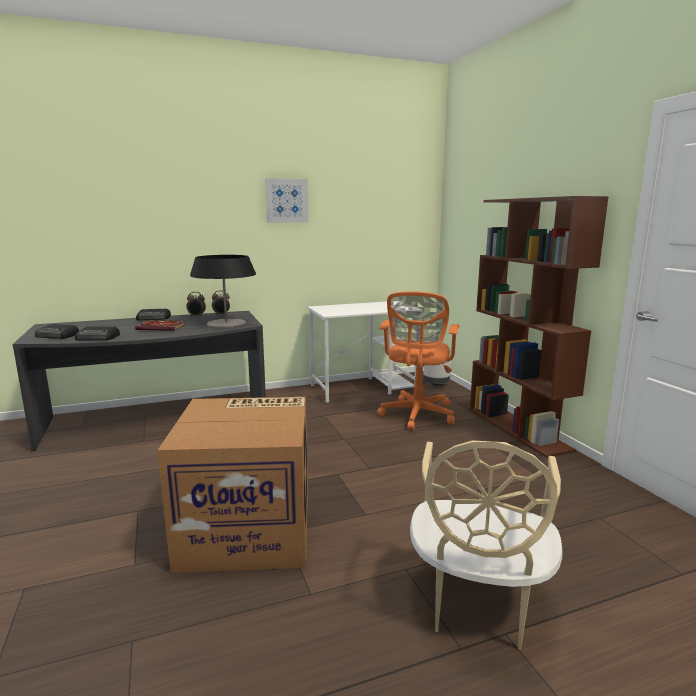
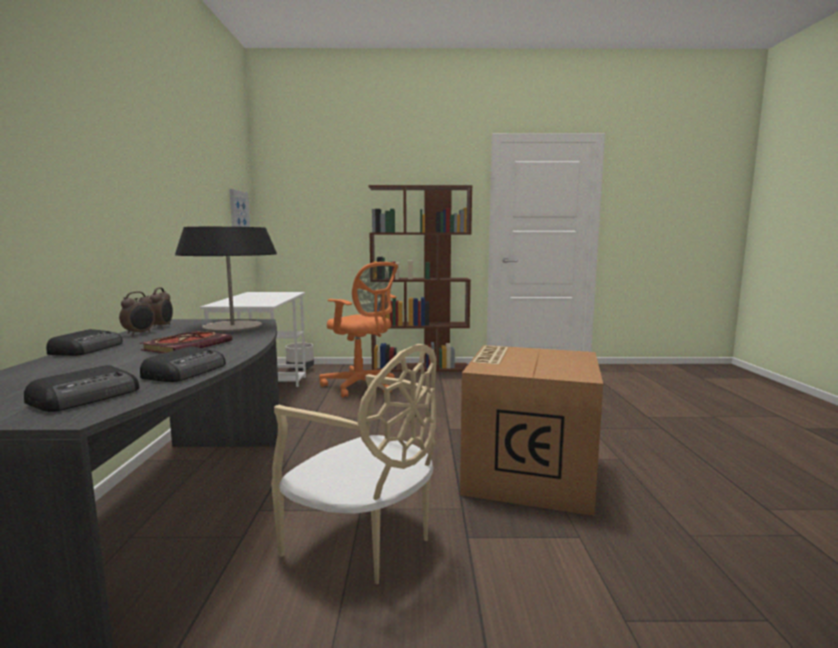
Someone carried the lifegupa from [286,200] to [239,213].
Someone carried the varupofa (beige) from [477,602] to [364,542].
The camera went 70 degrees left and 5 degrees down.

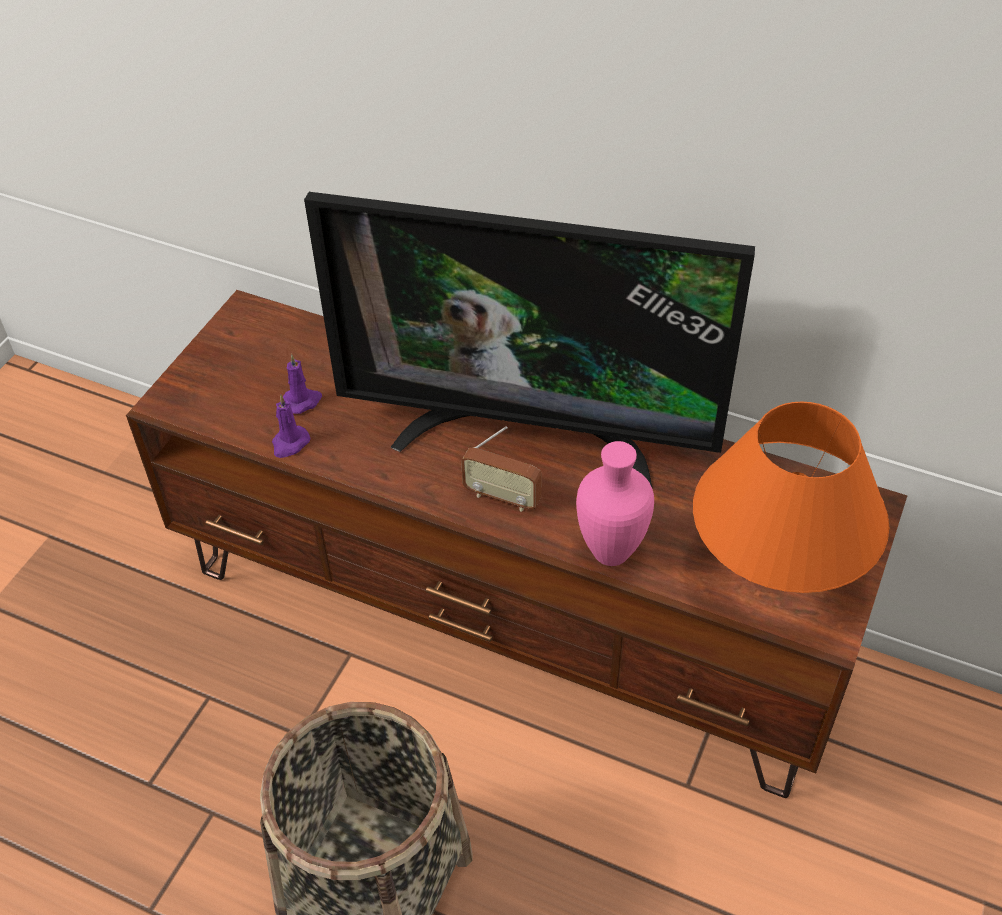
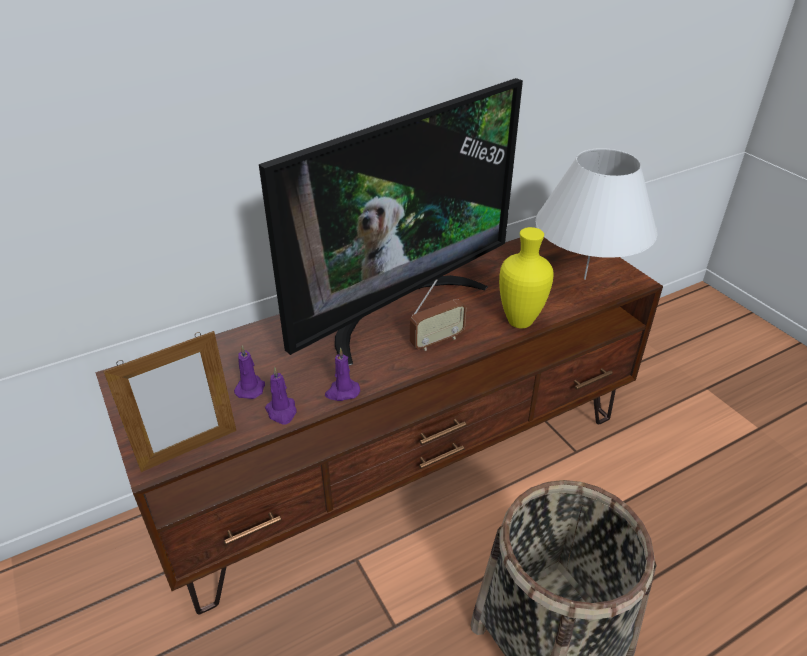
Someone repainted the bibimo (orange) at [774,576], which became the bibimo (white) at [584,279].
Someone repainted the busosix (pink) at [608,553], which became the busosix (yellow) at [519,323].
Someone put down the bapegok at [189,450].
Someone put down the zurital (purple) at [342,392].
The camera went 55 degrees left and 10 degrees down.

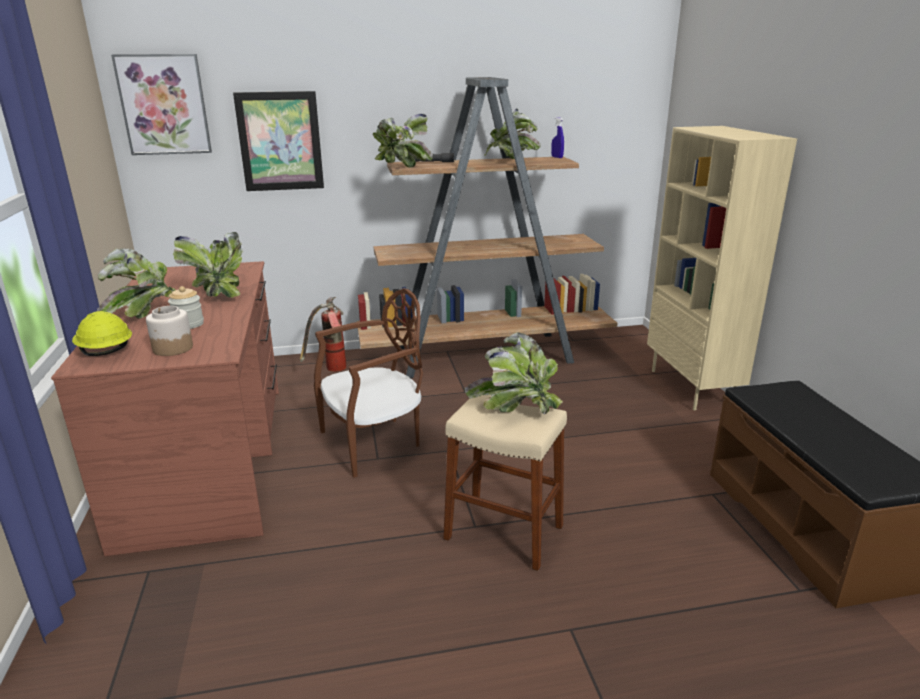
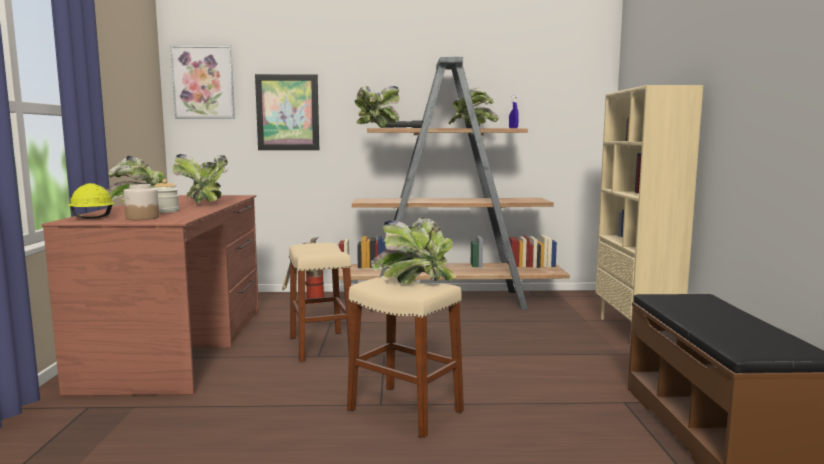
Someone swapped the varupofa (brown) at [374,442] for the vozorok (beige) at [321,346].
The camera went 10 degrees right and 15 degrees down.

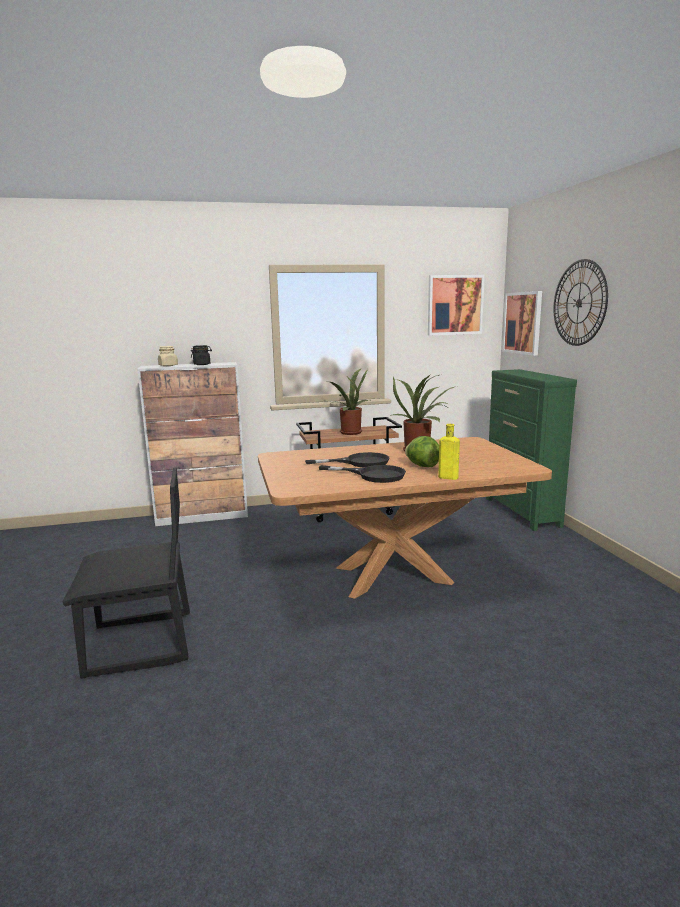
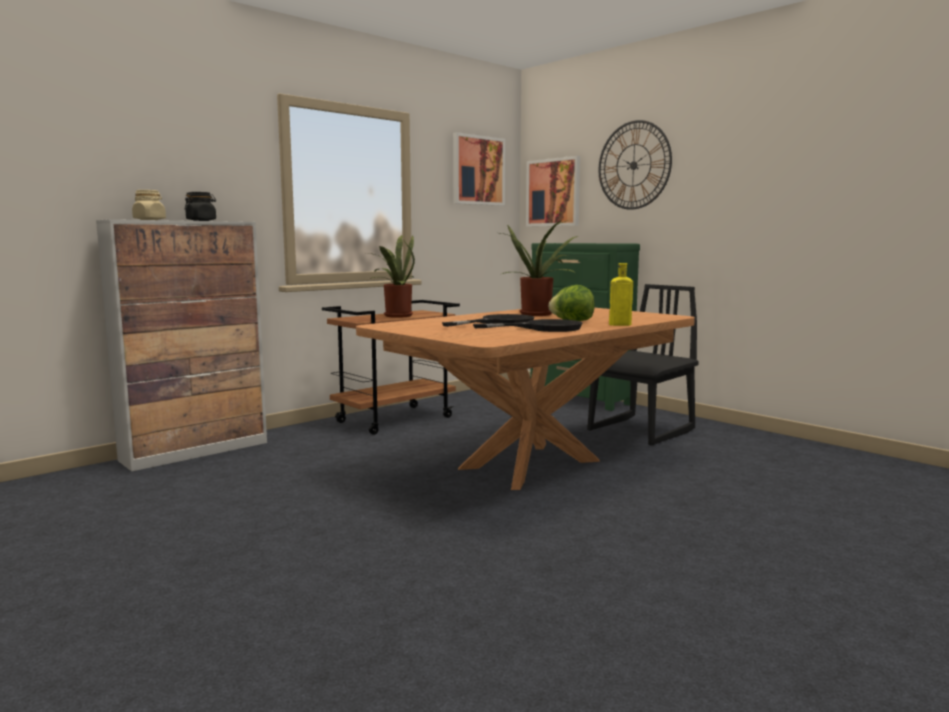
Someone carried the varupofa (black) from [140,645] to [642,431].
The camera went 30 degrees left and 5 degrees down.

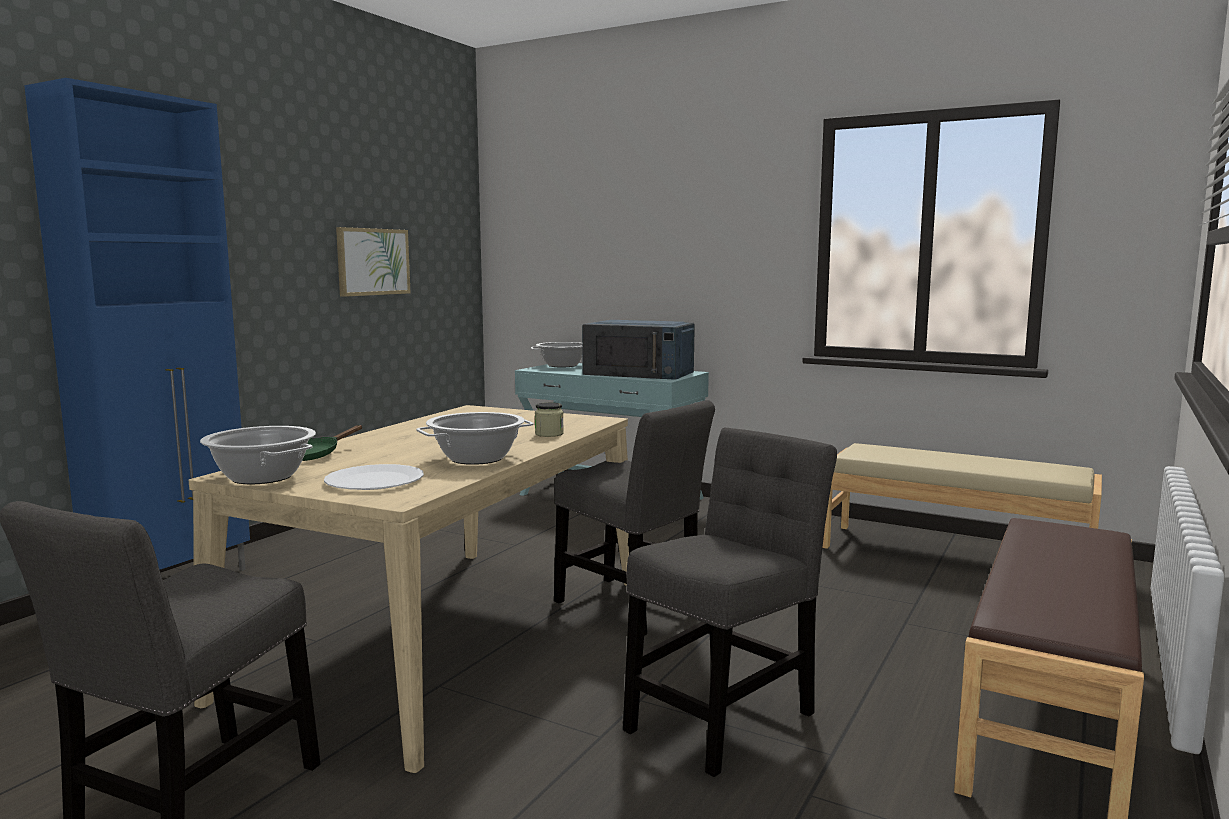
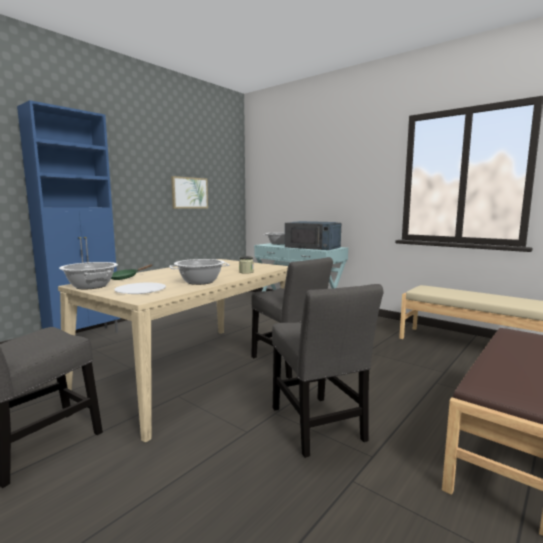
Someone rotated the varupofa (grey) at [725,716] by 105 degrees clockwise.
The camera went 10 degrees right and 0 degrees up.

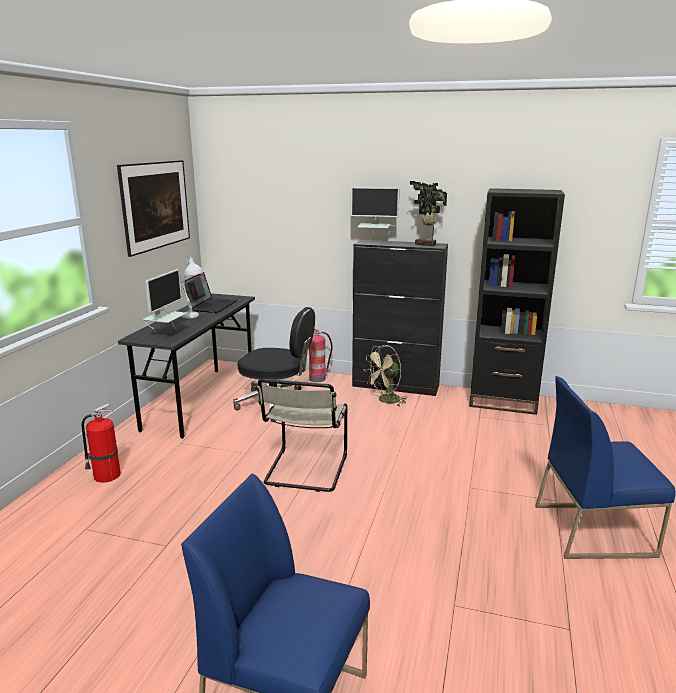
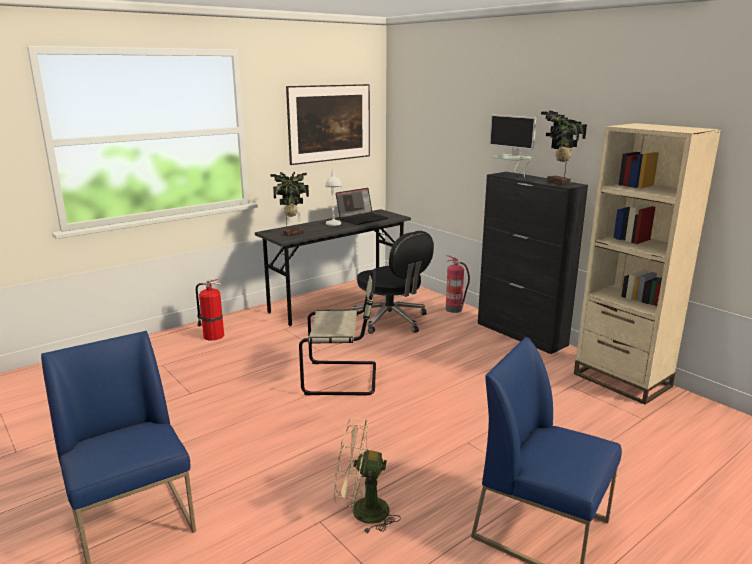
Someone repainted the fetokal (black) at [503,401], which became the fetokal (beige) at [622,380].
Someone swapped the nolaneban at [166,334] for the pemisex at [292,234].
Someone carried the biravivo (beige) from [385,401] to [361,512].
Someone rotated the varupofa (beige) at [305,471] by 135 degrees counterclockwise.
The camera went 35 degrees right and 0 degrees up.

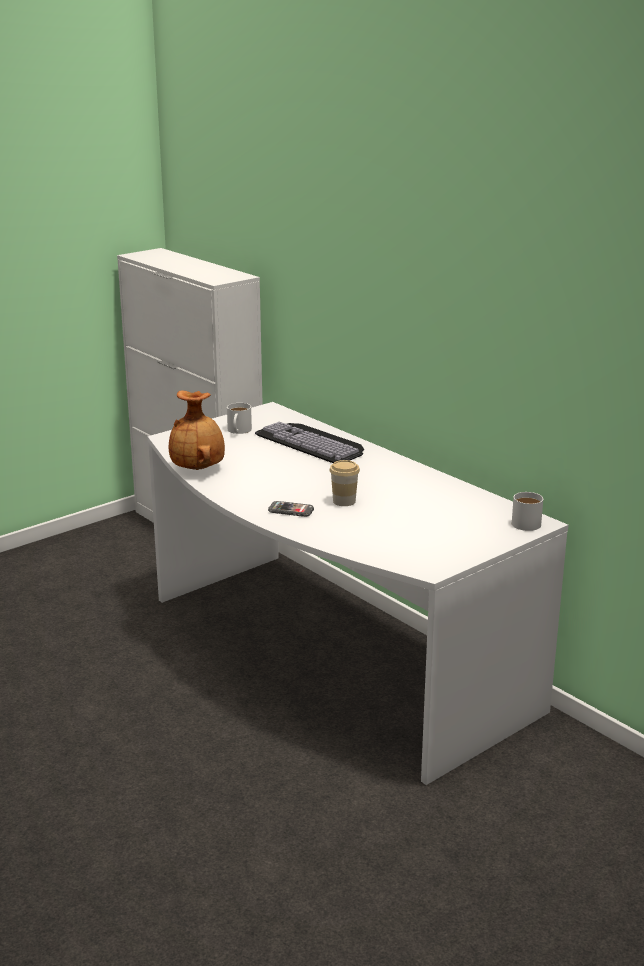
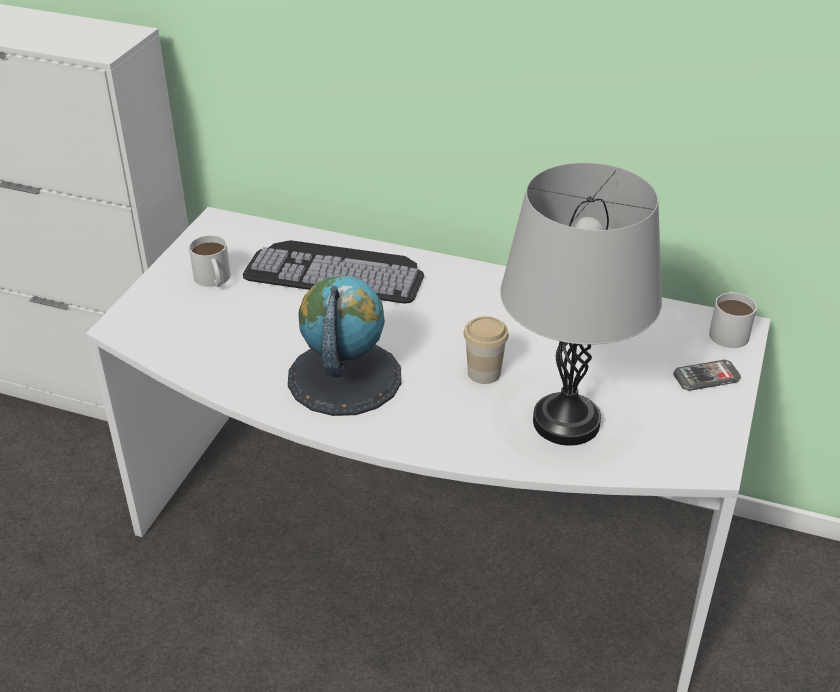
Someone took away the busosix (brown) at [198,469].
Someone carried the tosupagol from [291,510] to [706,377].
Someone put down the bibimo (grey) at [566,422].
Someone put down the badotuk at [344,377].
The camera went 30 degrees left and 15 degrees up.

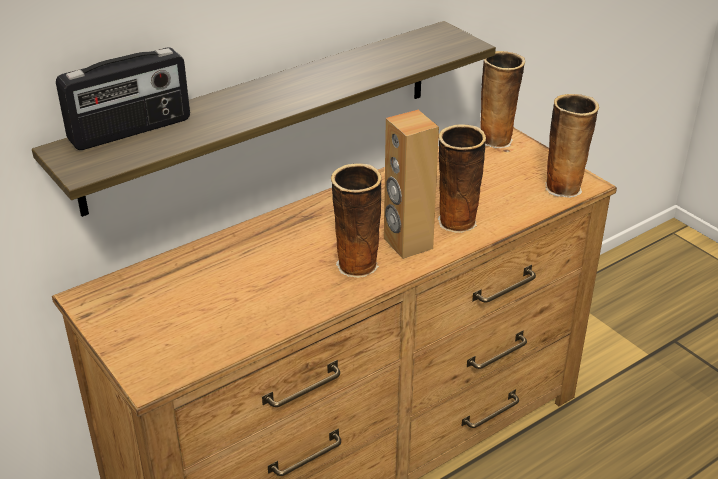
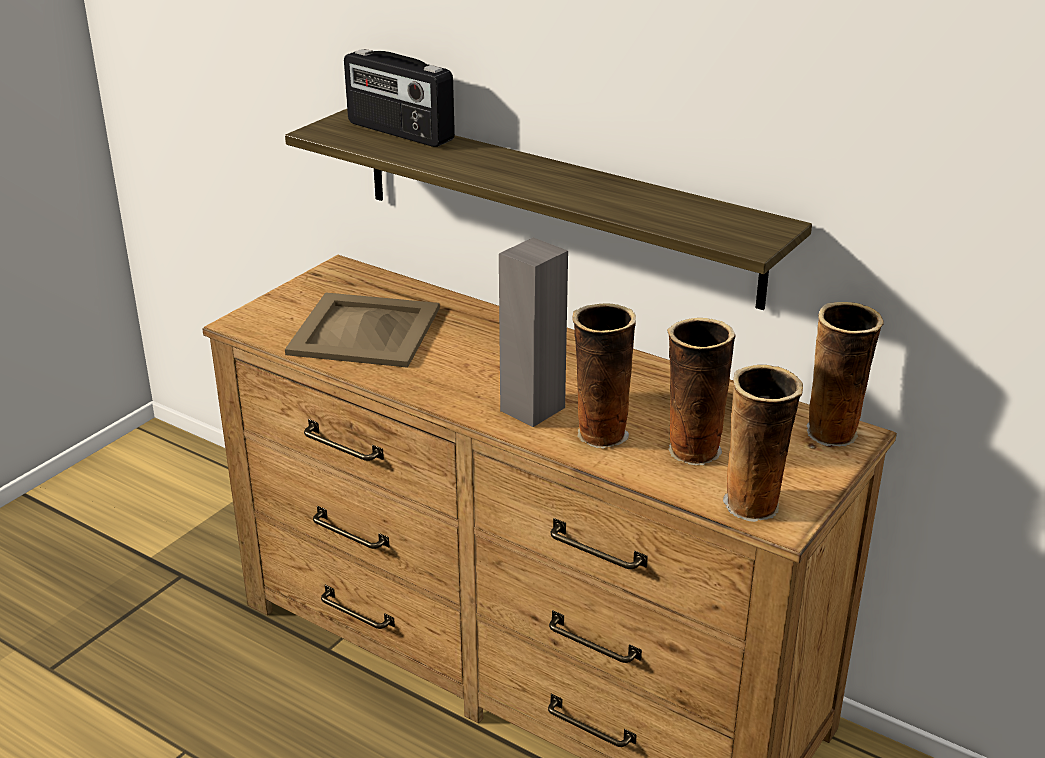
Someone repainted the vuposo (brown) at [407,244], which became the vuposo (grey) at [532,409].
Someone carried the busosix from [356,266] to [691,450].
Someone put down the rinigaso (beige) at [365,331].
The camera went 70 degrees right and 5 degrees down.

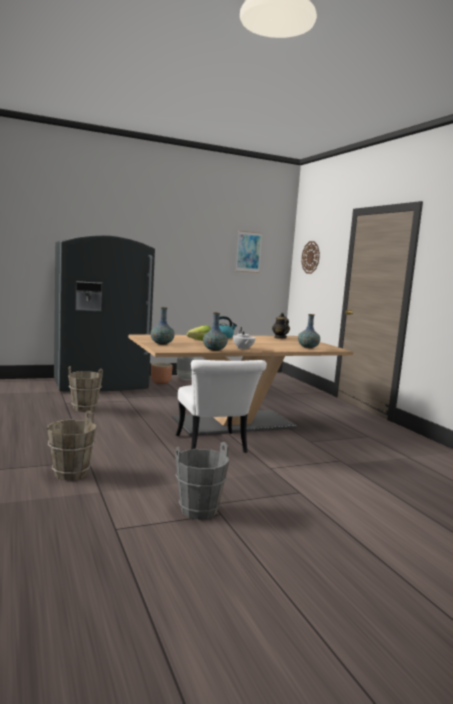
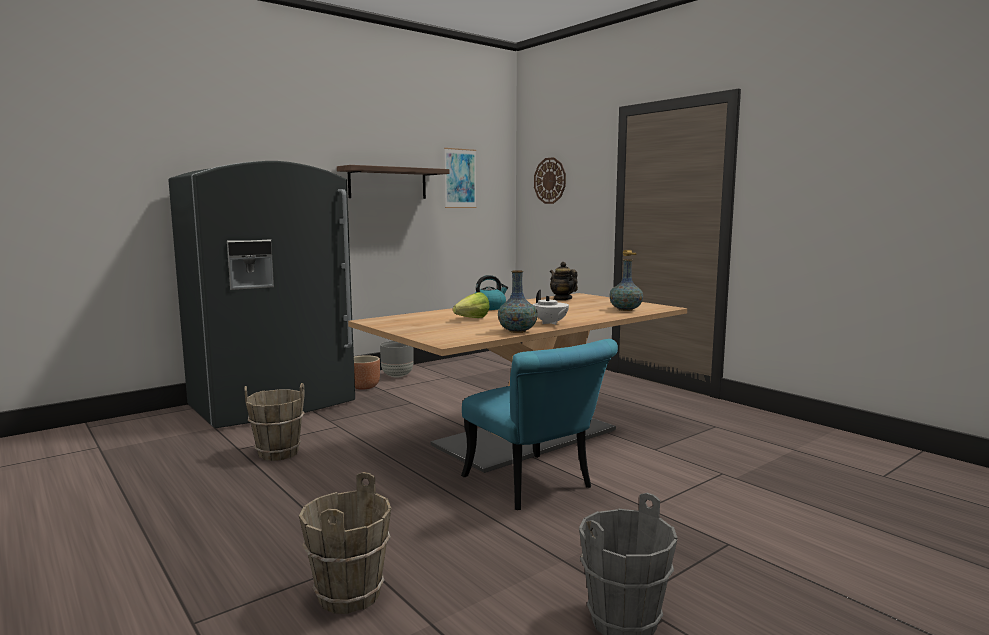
Someone took away the busosix at [162,344].
Someone repainted the varupofa (white) at [214,447], which became the varupofa (turquoise) at [535,486].
Someone put up the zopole at [388,183].
The camera went 15 degrees left and 0 degrees up.

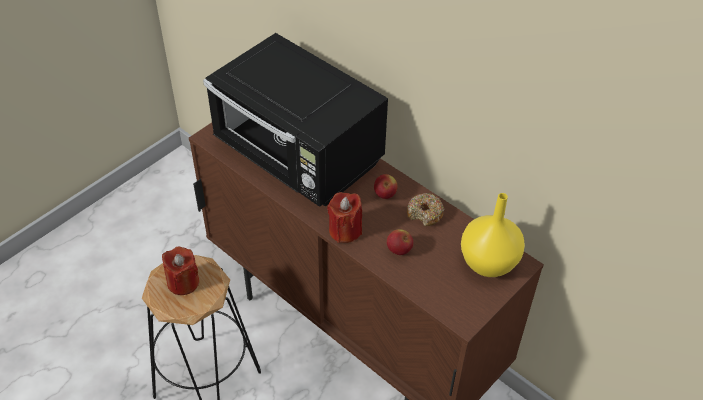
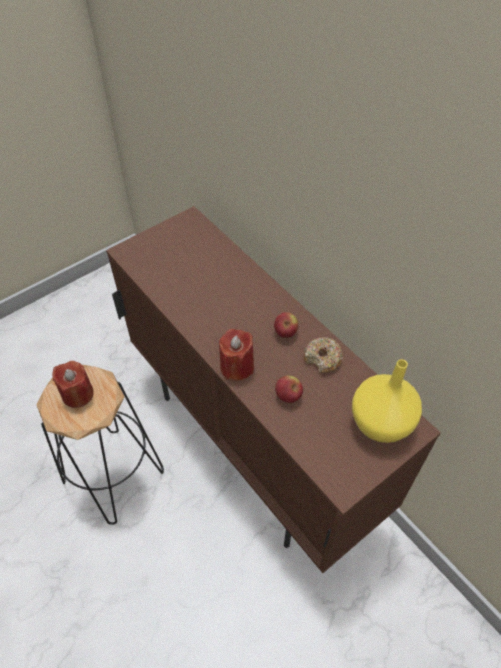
Someone took away the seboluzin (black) at [299,157].
The camera went 10 degrees right and 5 degrees up.

